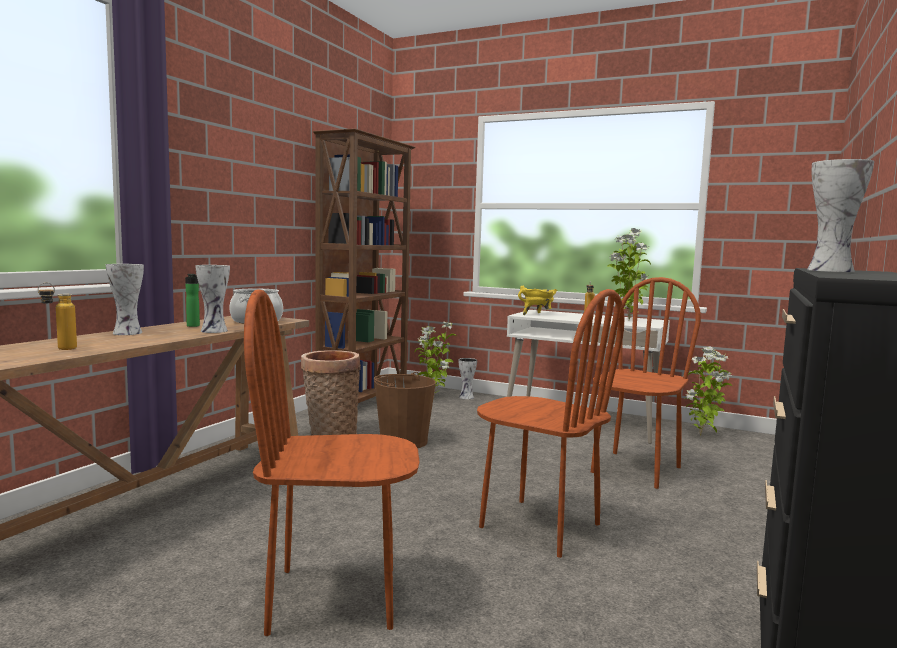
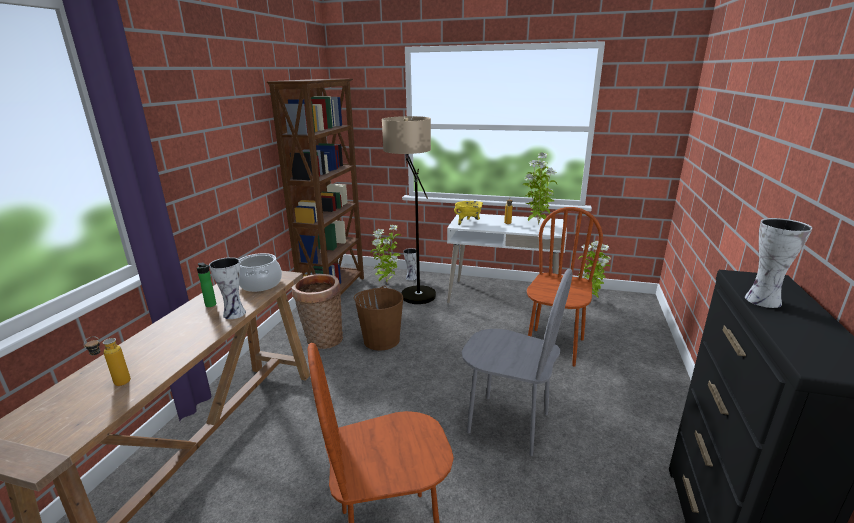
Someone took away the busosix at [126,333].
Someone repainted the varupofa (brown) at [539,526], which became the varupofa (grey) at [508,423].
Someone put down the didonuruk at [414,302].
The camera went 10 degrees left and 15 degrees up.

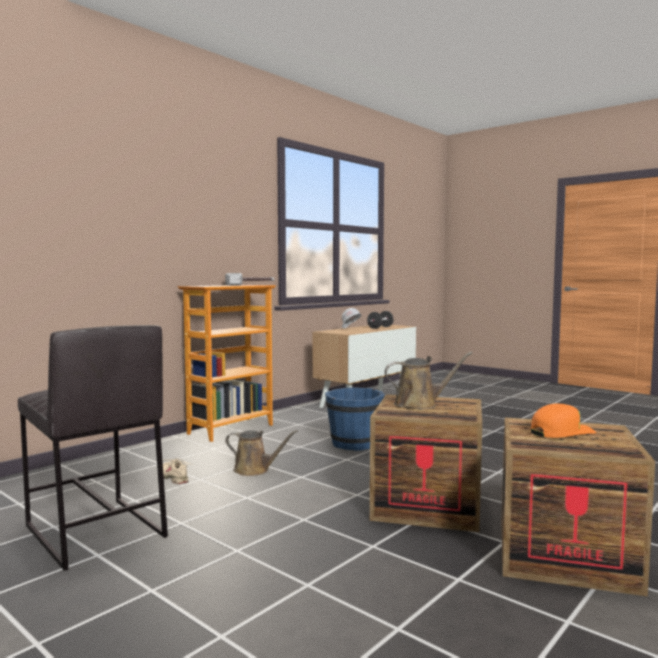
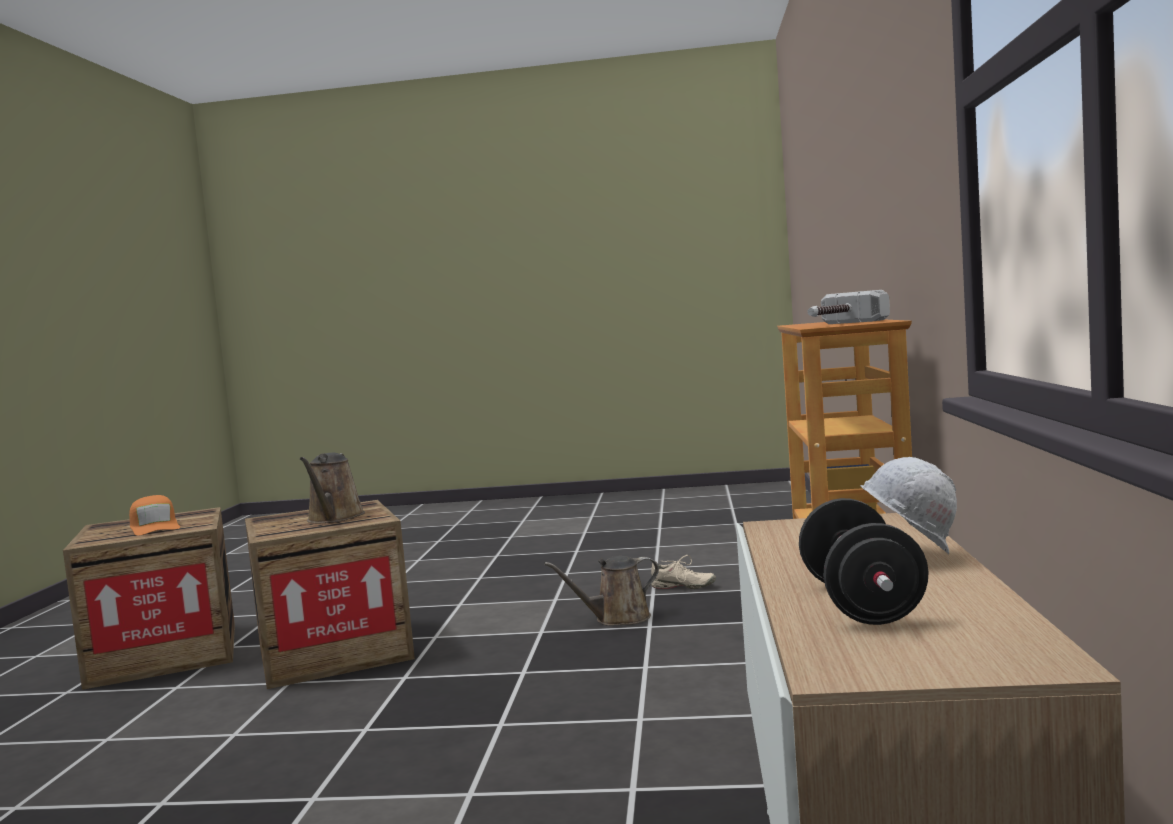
Someone took away the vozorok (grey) at [94,532].
Someone rotated the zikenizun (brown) at [419,404] by 45 degrees counterclockwise.
Someone took away the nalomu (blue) at [354,444].
Someone rotated the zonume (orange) at [561,432] by 60 degrees counterclockwise.
The camera went 145 degrees right and 0 degrees up.

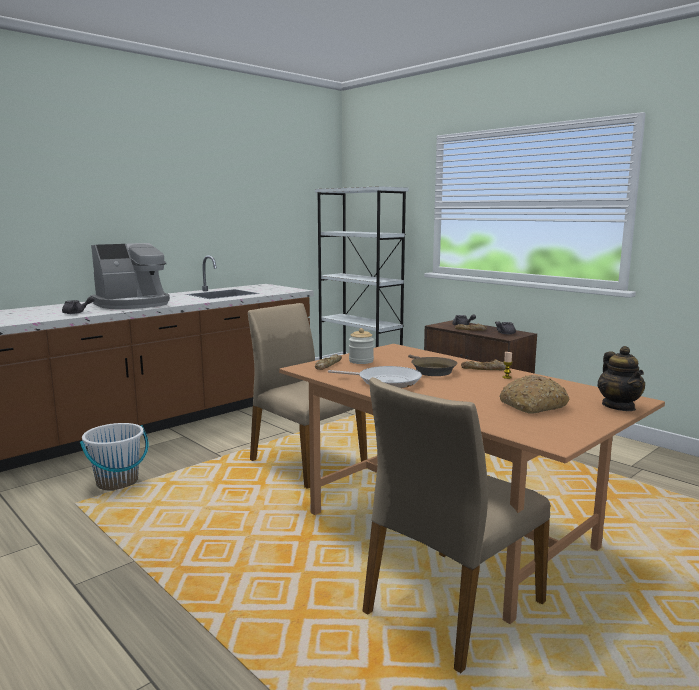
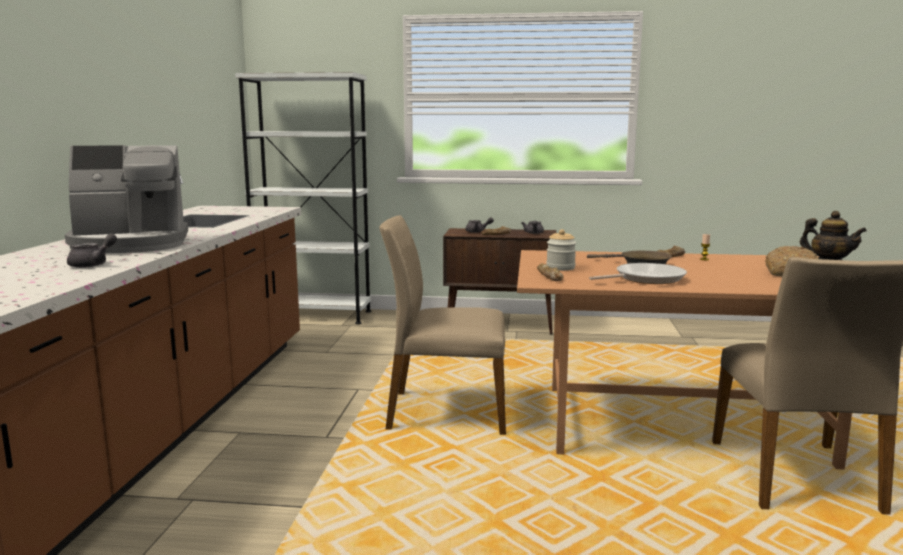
Someone rotated the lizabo at [133,304] by 60 degrees clockwise.
Someone took away the nalomu (white) at [117,482].
The camera went 40 degrees left and 0 degrees up.

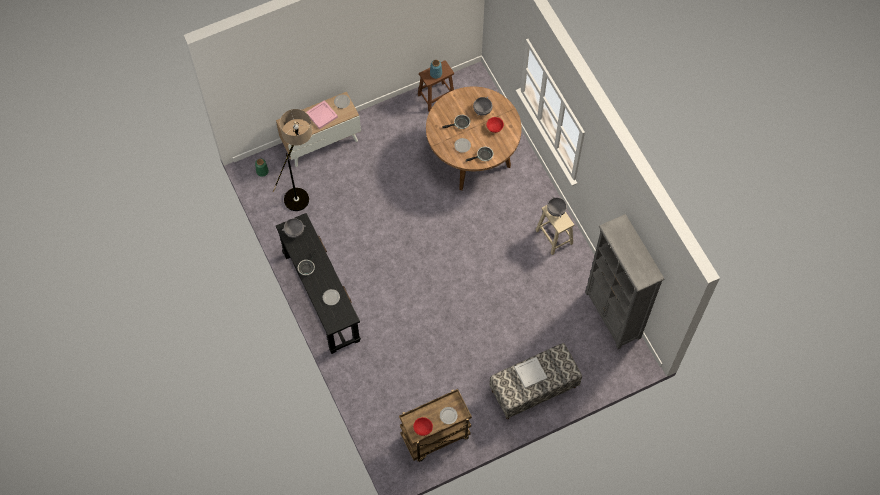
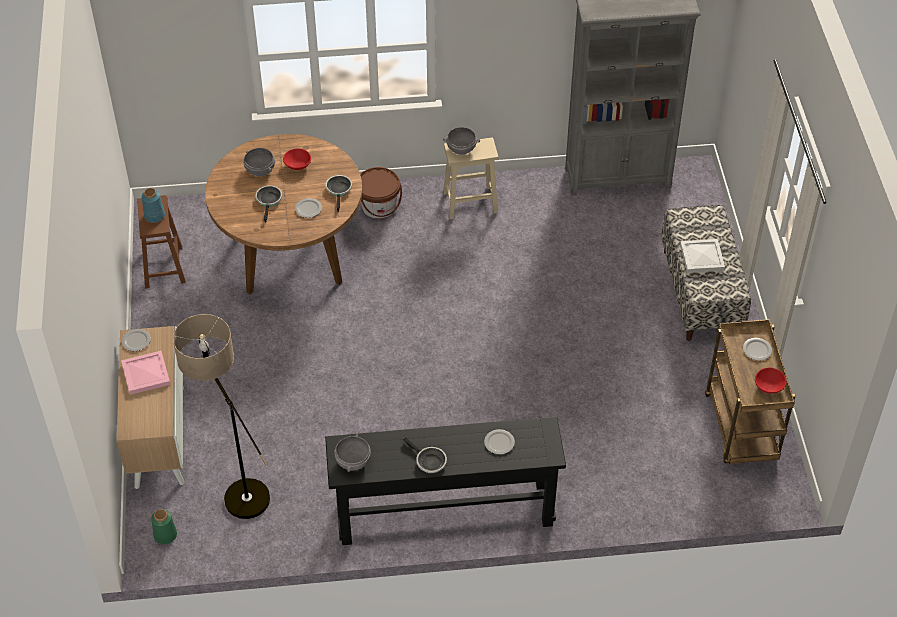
Someone put down the nalomu (brown) at [379,206].
The camera went 70 degrees left and 15 degrees down.

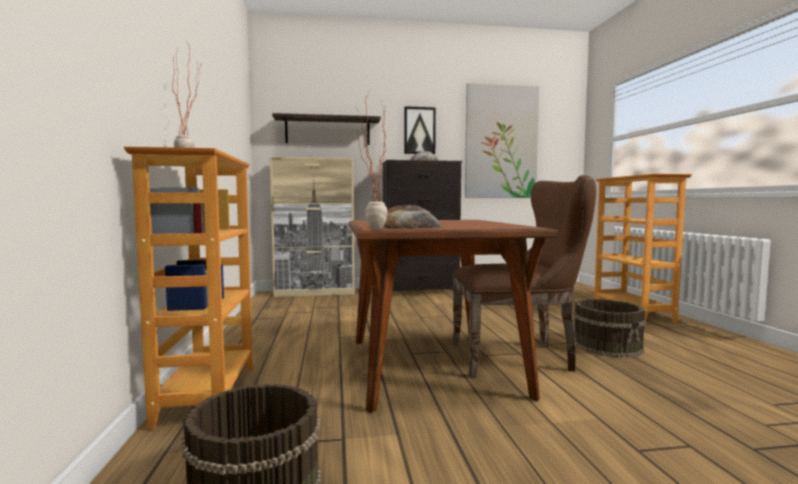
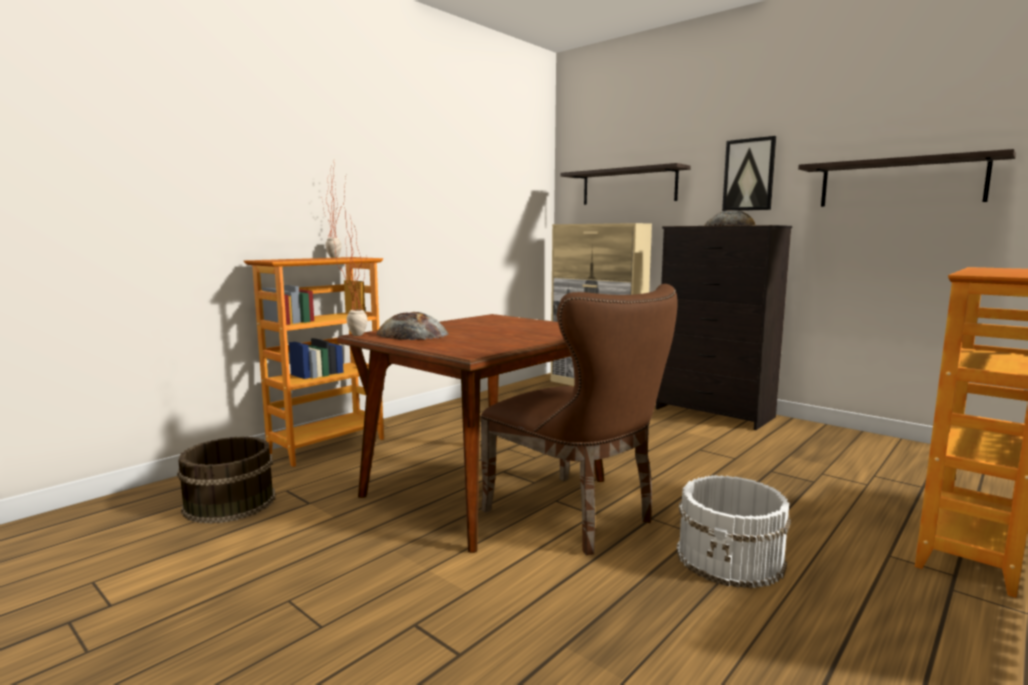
Someone swapped the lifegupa at [501,142] for the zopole at [900,182].
Someone repainted the nalomu (brown) at [608,345], which became the nalomu (white) at [731,558].
The camera went 50 degrees right and 5 degrees up.

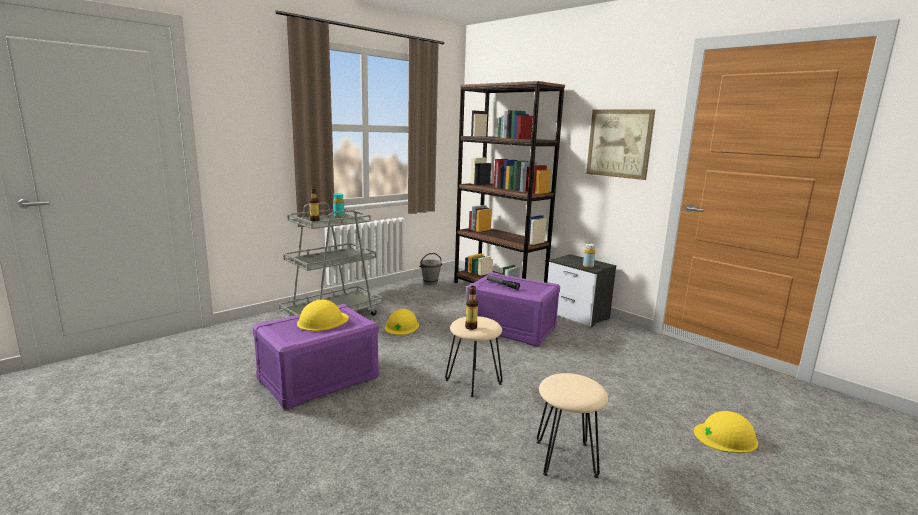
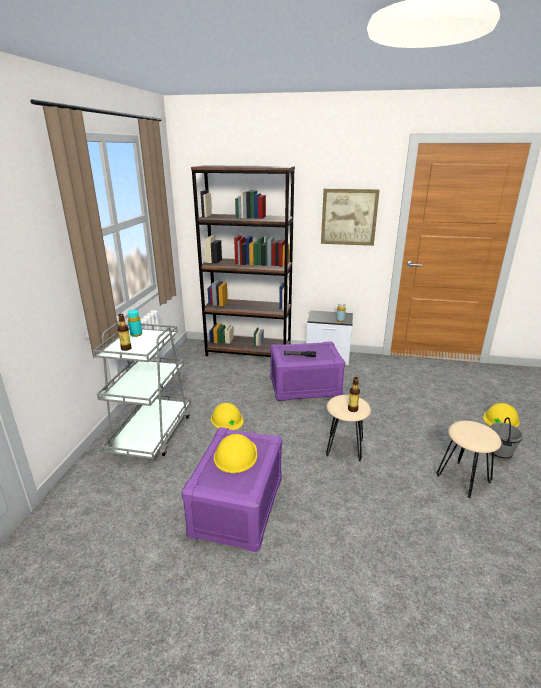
Someone carried the nalomu (grey) from [430,282] to [499,454].
The camera went 35 degrees left and 10 degrees up.

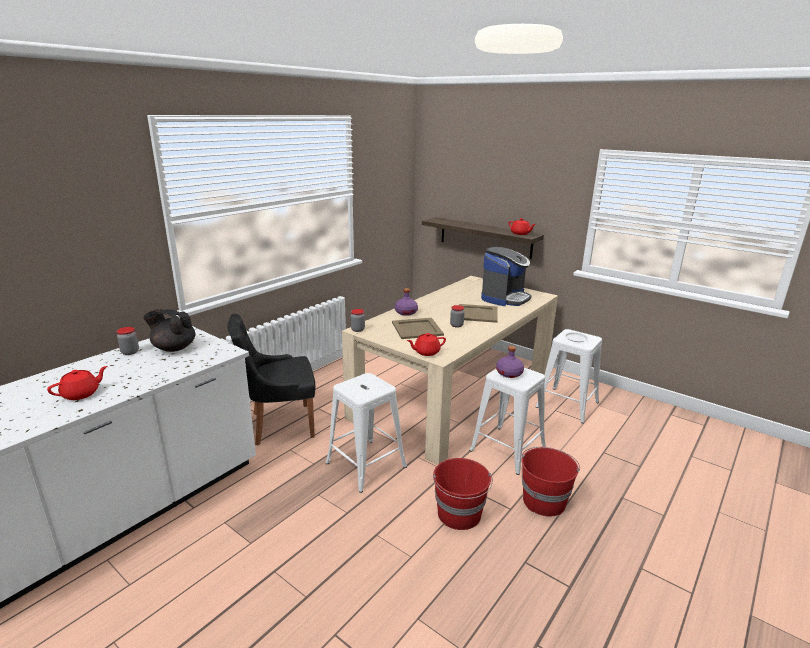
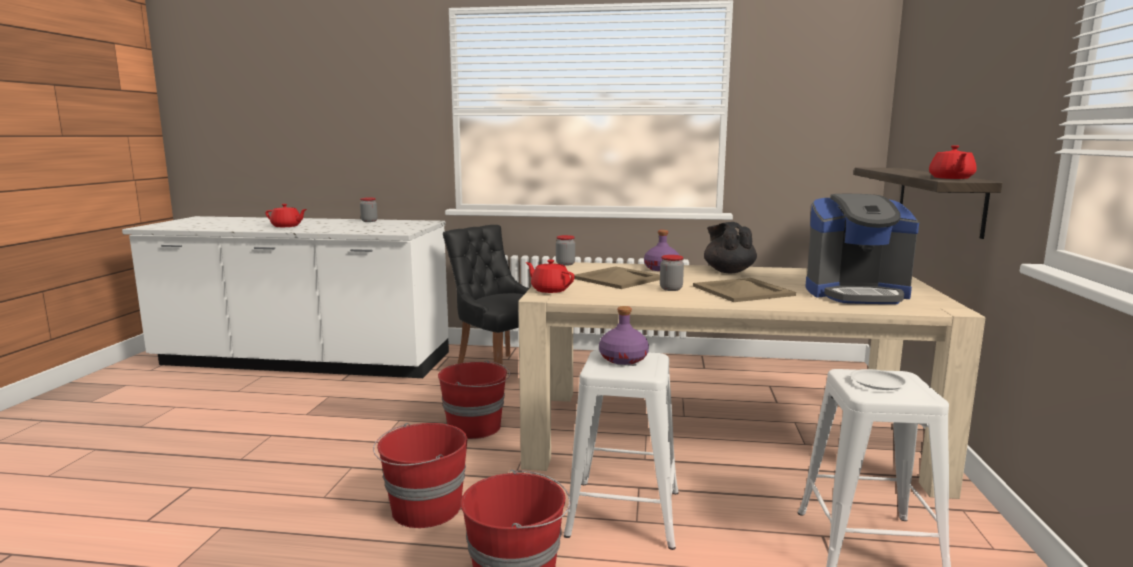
Someone carried the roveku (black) from [174,348] to [728,271].
Someone swapped the vozorok (white) at [366,464] for the nalomu (red) at [475,427].
The camera went 60 degrees right and 10 degrees down.

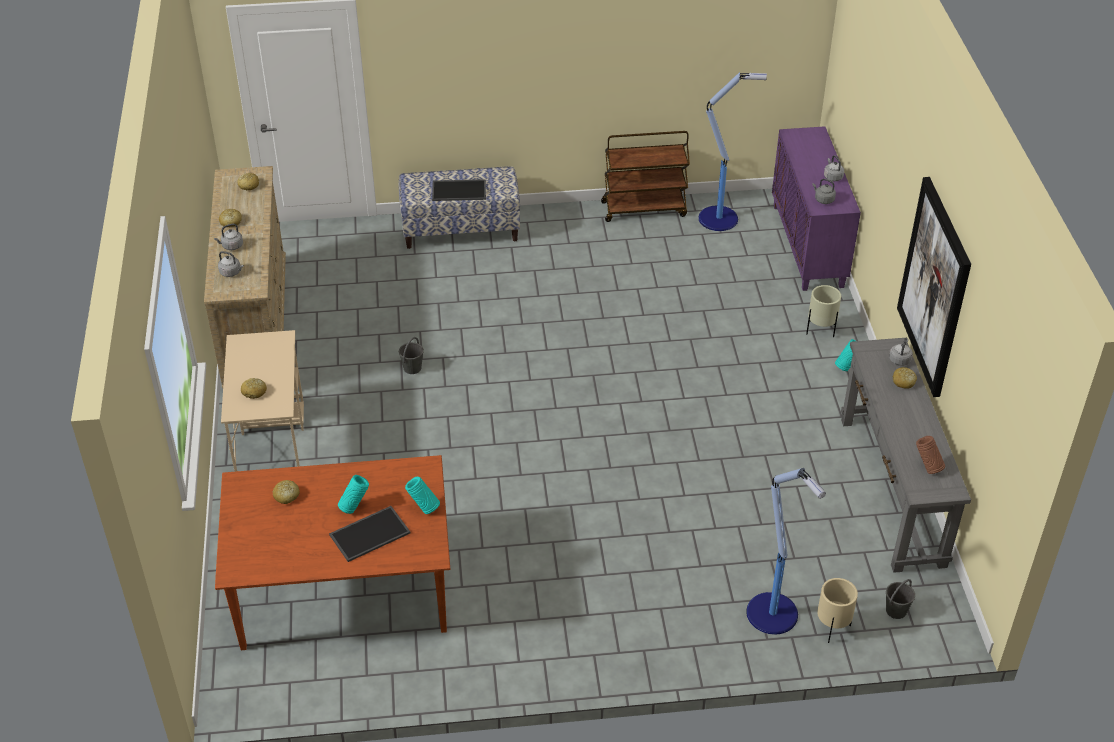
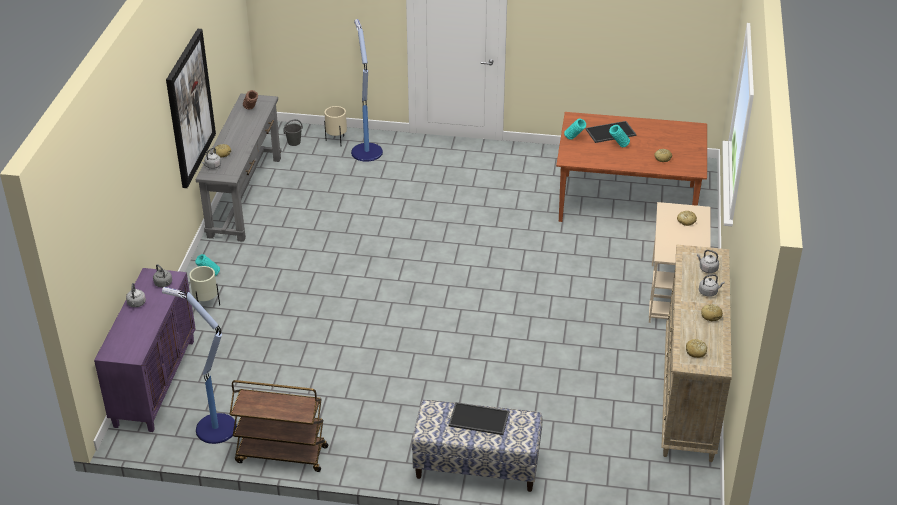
Someone took away the nalomu (grey) at [412,368].
The camera went 165 degrees left and 5 degrees down.

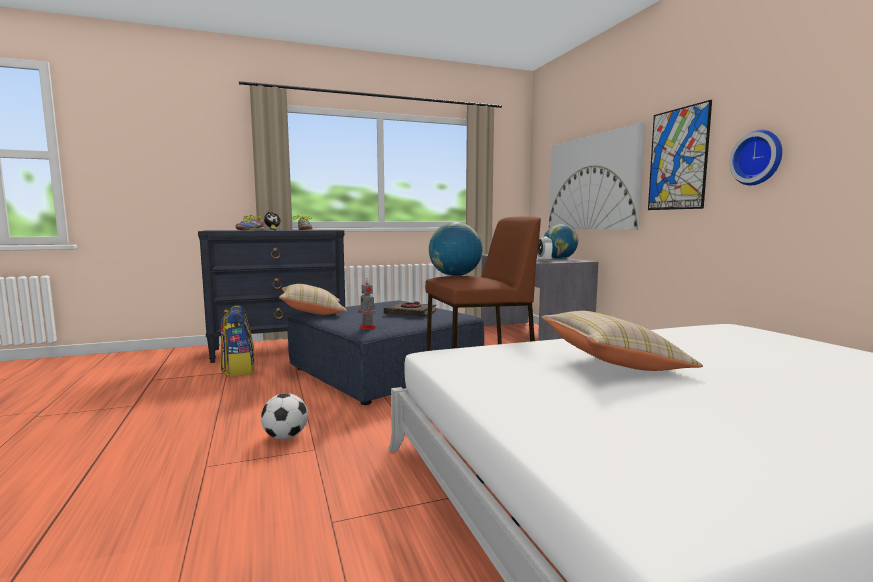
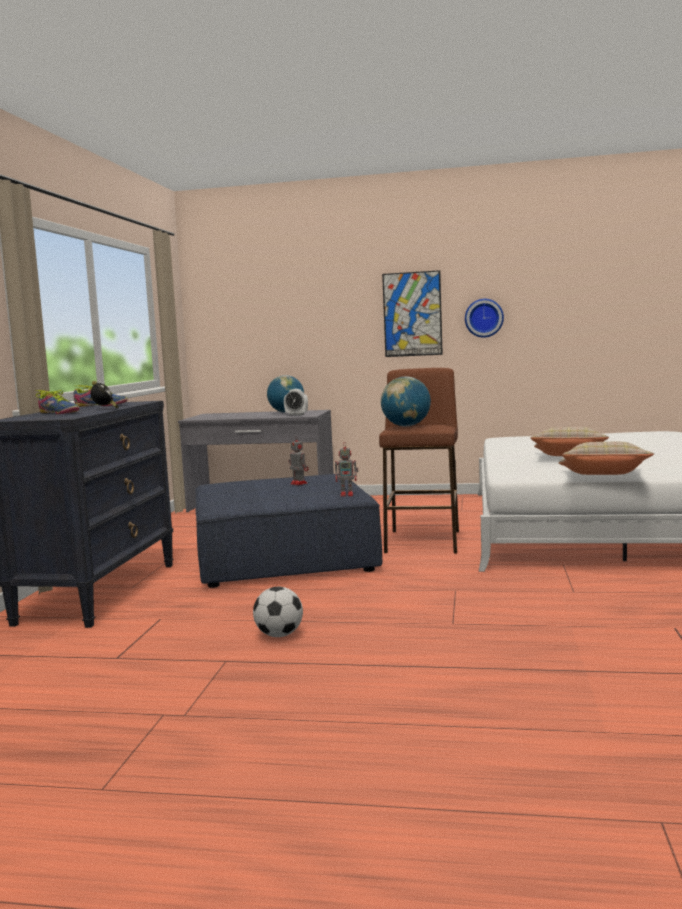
Someone took away the lifegupa at [592,183].
Someone carried the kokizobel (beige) from [312,312] to [603,476].
Someone swapped the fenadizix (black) at [410,313] for the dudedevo at [298,483].
Someone took away the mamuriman at [238,370].
Someone carried the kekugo from [285,437] to [279,635].
The camera went 60 degrees left and 0 degrees up.

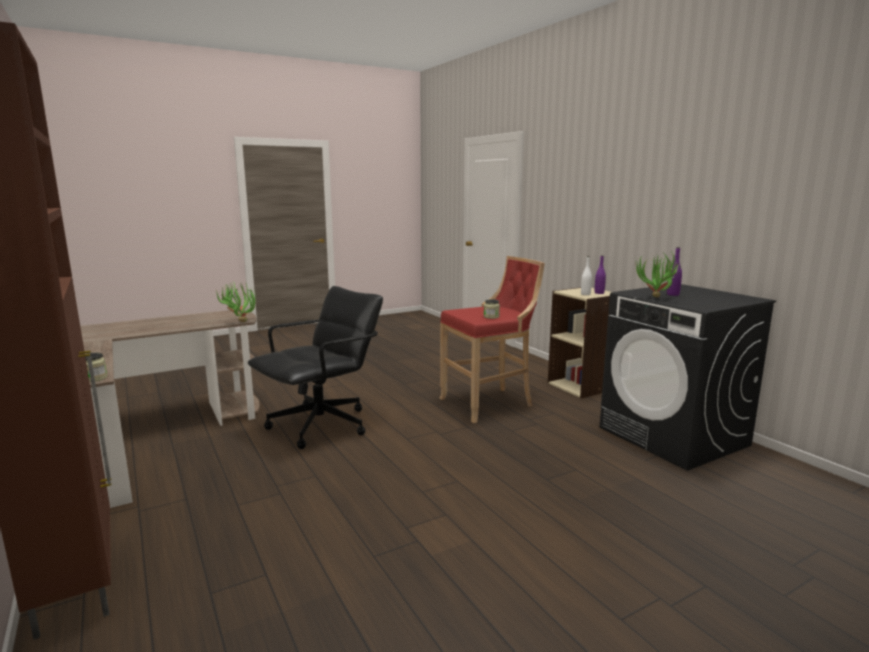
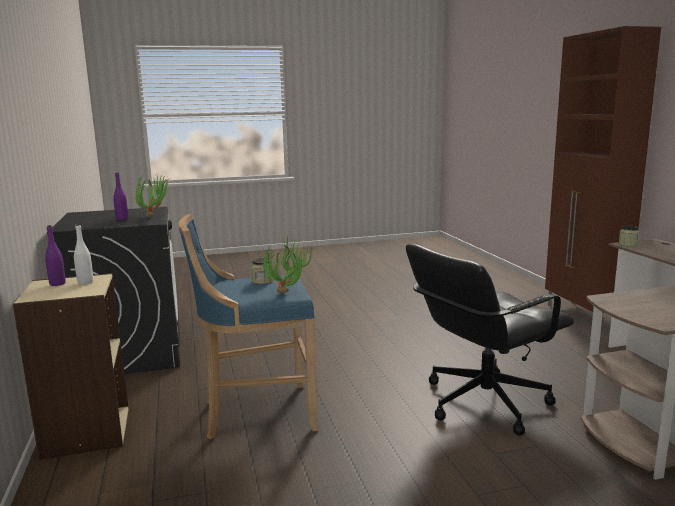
Someone repainted the vozorok (red) at [490,403], which became the vozorok (blue) at [255,413].
Someone carried the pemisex from [239,321] to [288,294].
The camera went 165 degrees left and 0 degrees up.

